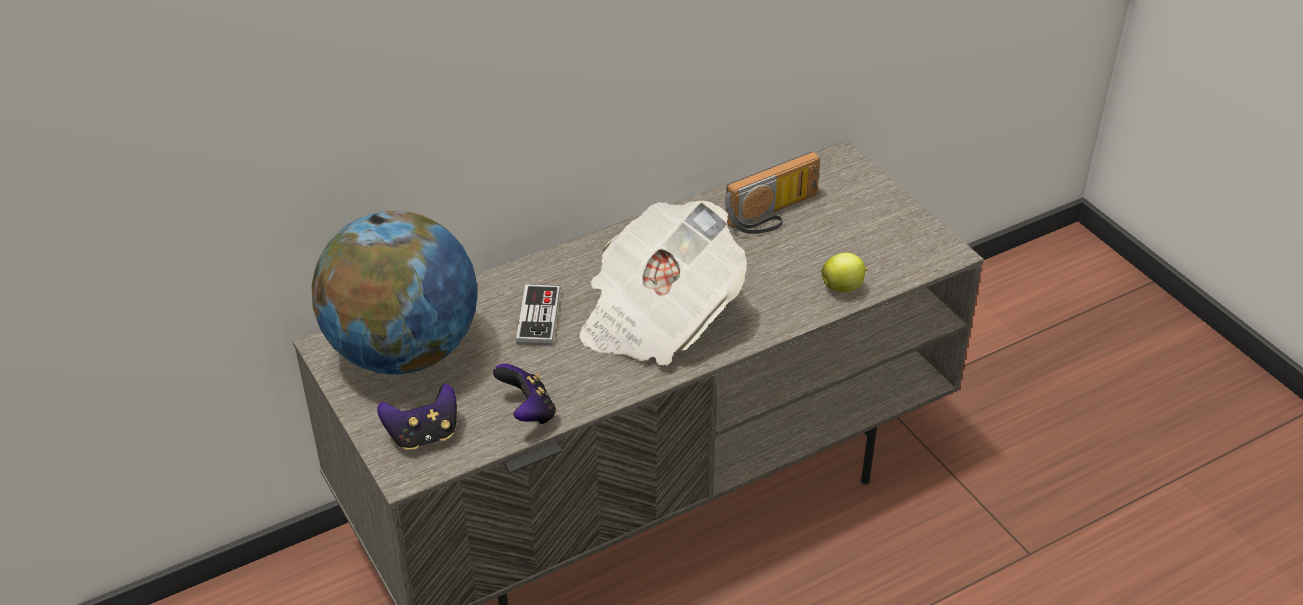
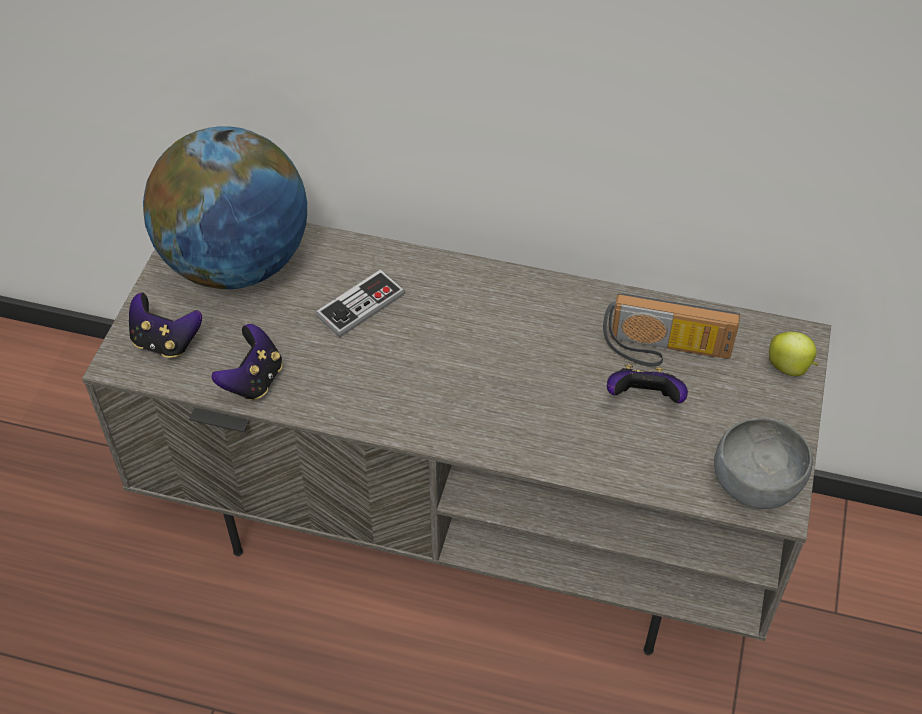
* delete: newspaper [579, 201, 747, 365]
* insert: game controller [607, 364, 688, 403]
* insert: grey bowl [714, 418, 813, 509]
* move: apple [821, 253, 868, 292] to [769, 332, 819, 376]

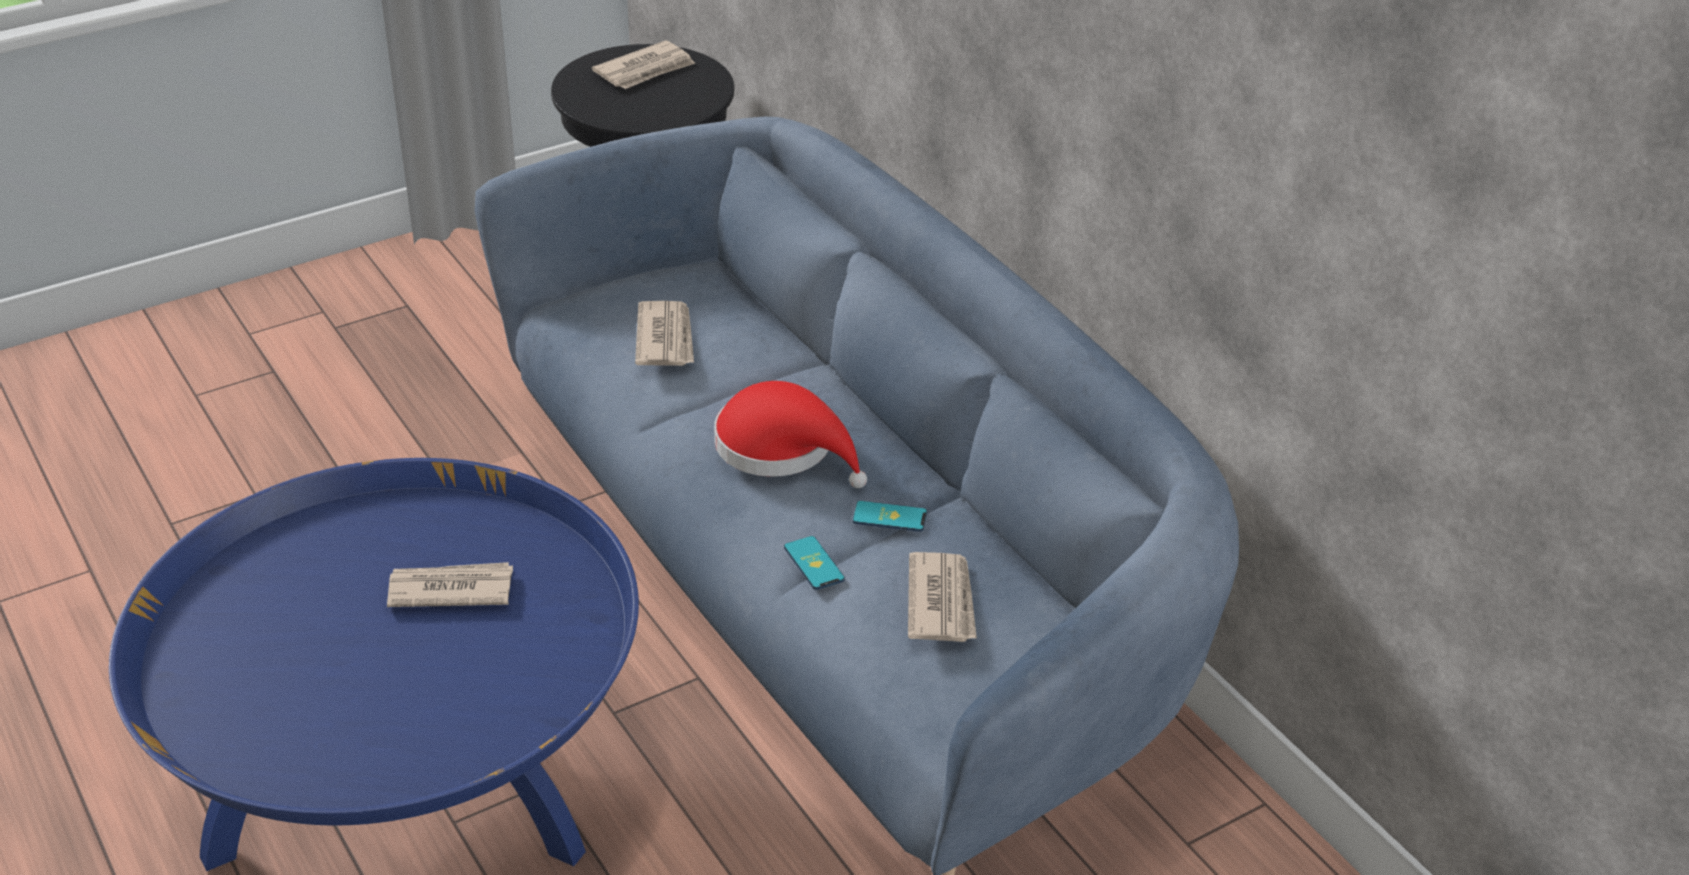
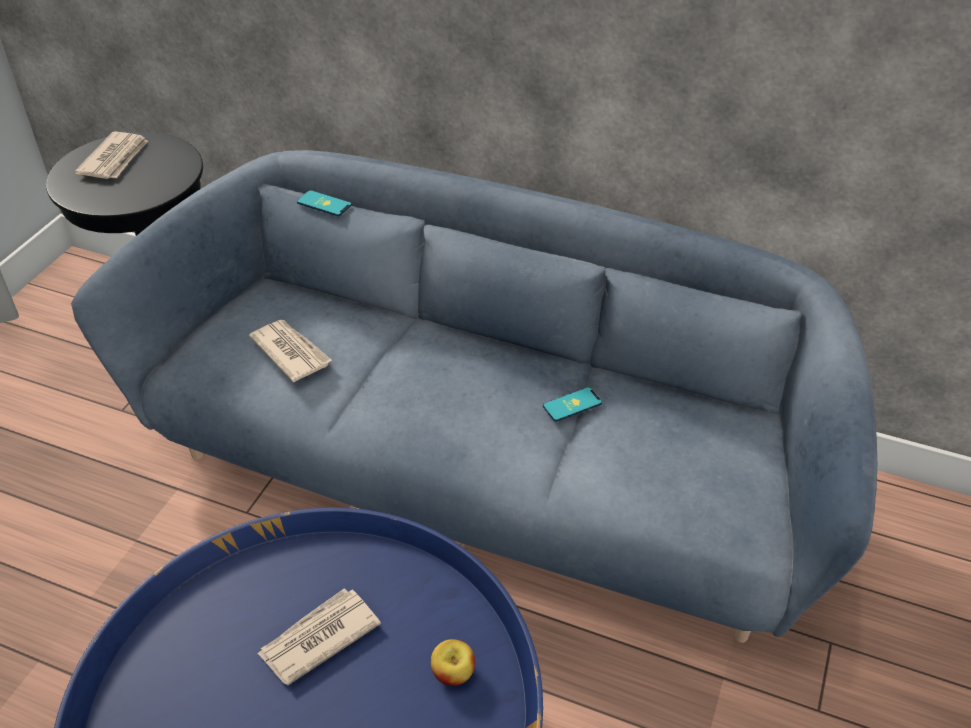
* delete: red hat [714, 381, 867, 488]
* delete: newspaper [908, 552, 977, 642]
* insert: apple [431, 639, 475, 686]
* move: phone [784, 536, 845, 590] to [297, 190, 351, 216]

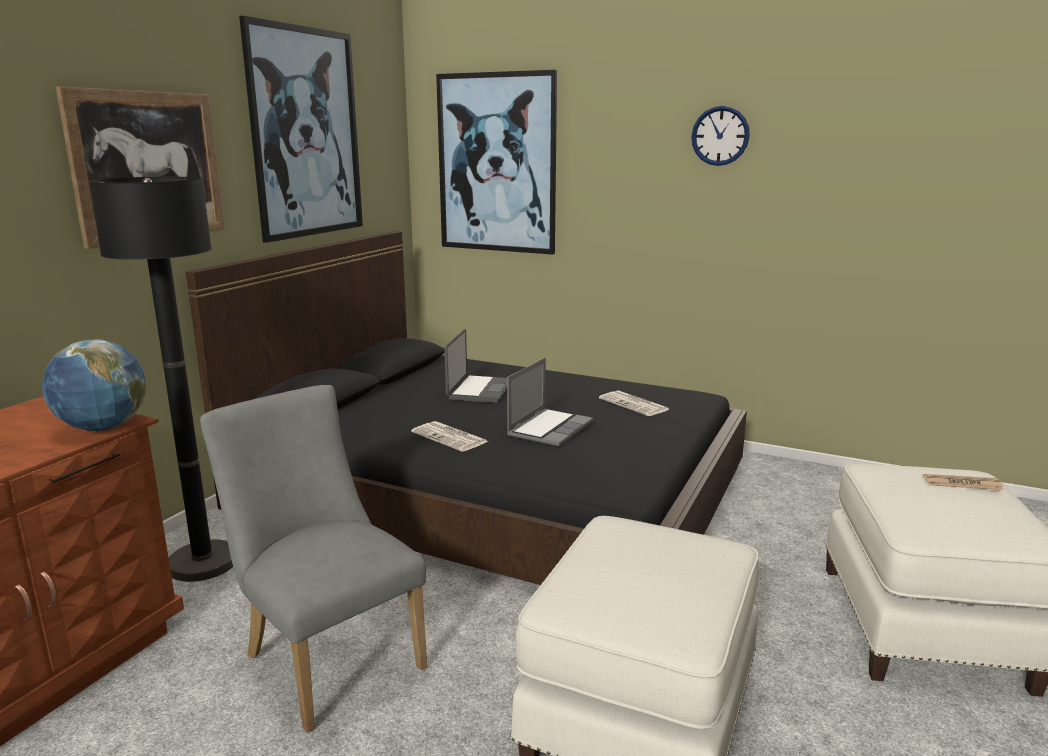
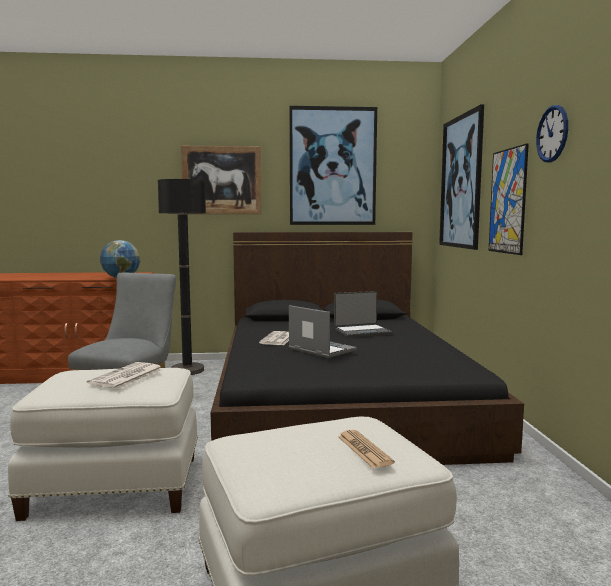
* insert: picture [489, 143, 529, 255]
* move: newspaper [599, 390, 670, 416] to [87, 362, 163, 389]
* rotate: laptop [507, 358, 593, 447] = [289, 305, 357, 358] 135 degrees counterclockwise

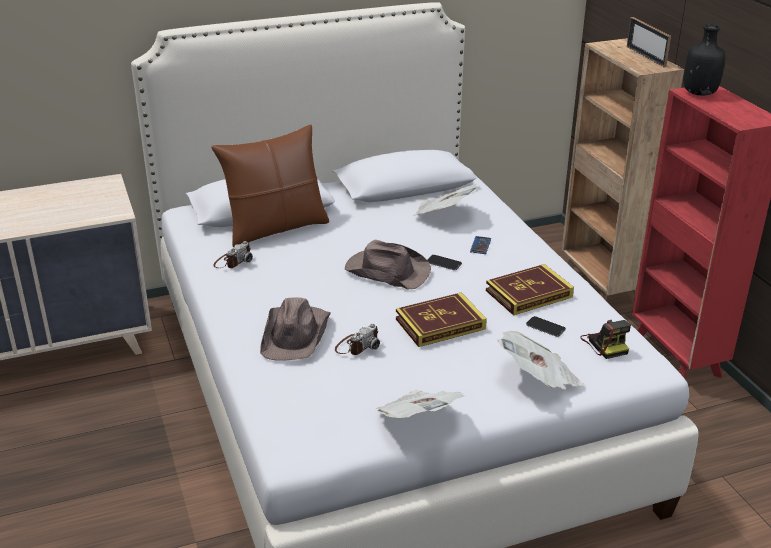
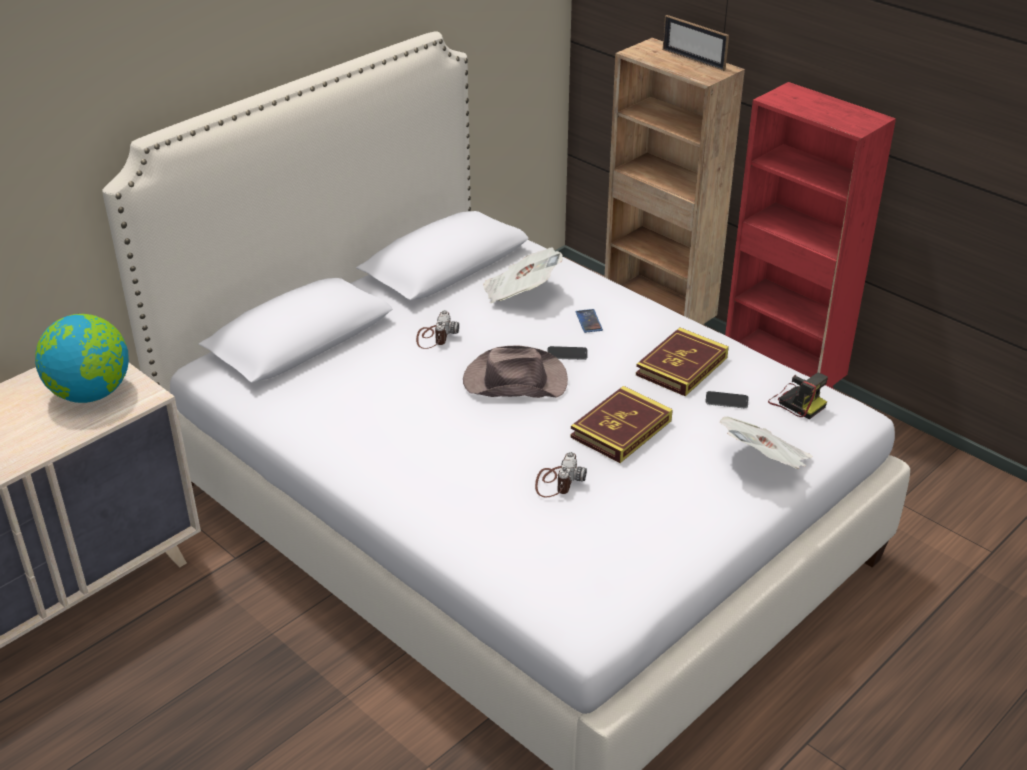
* delete: brown pillow [211, 124, 329, 248]
* delete: brown hat [260, 297, 331, 361]
* delete: newspaper [375, 390, 465, 418]
* delete: black bottle [684, 24, 725, 96]
* insert: globe [35, 314, 129, 403]
* move: photo camera [213, 241, 253, 268] to [416, 310, 459, 349]

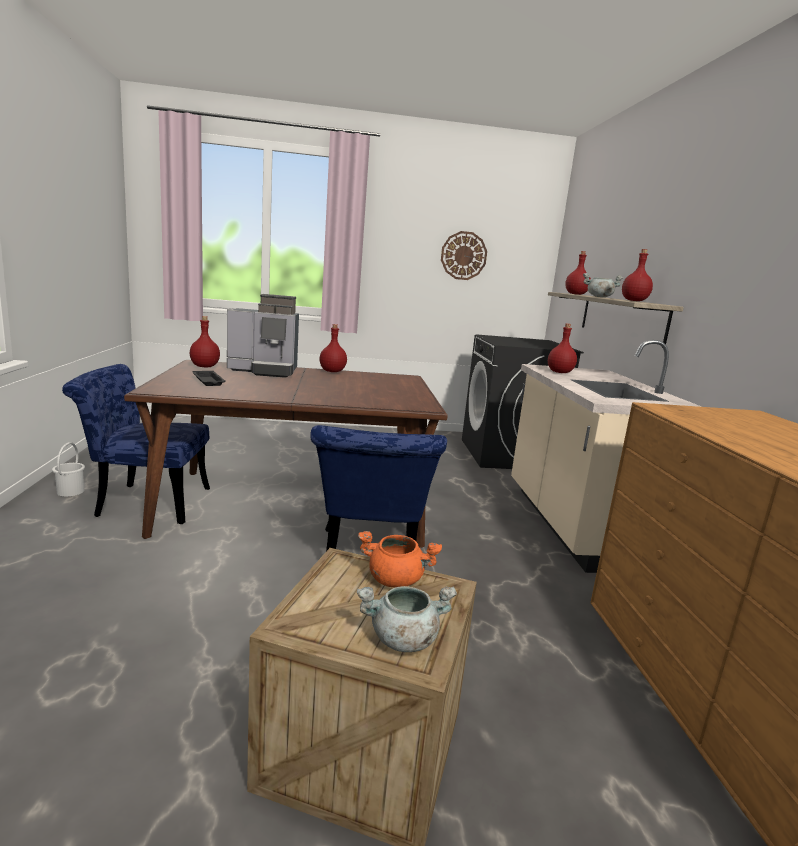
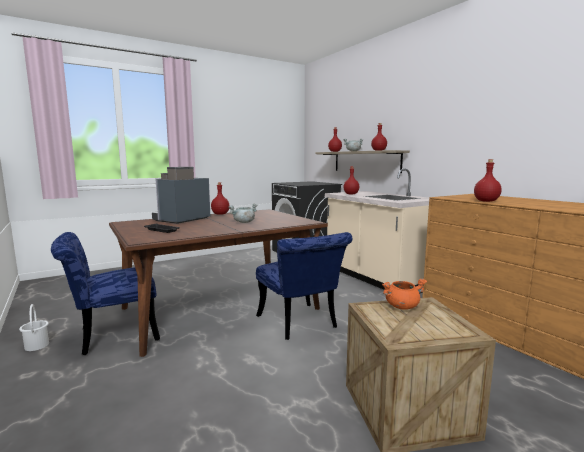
* delete: wall clock [441, 231, 487, 280]
* move: red bottle [190, 316, 220, 367] to [474, 159, 502, 202]
* move: grey cooking pot [357, 586, 457, 652] to [229, 204, 257, 223]
* rotate: coffee machine [227, 294, 299, 378] = [152, 167, 210, 224] 150 degrees clockwise

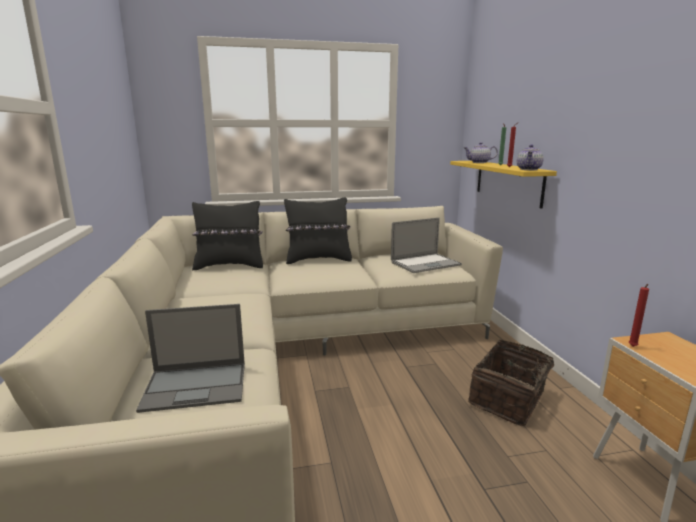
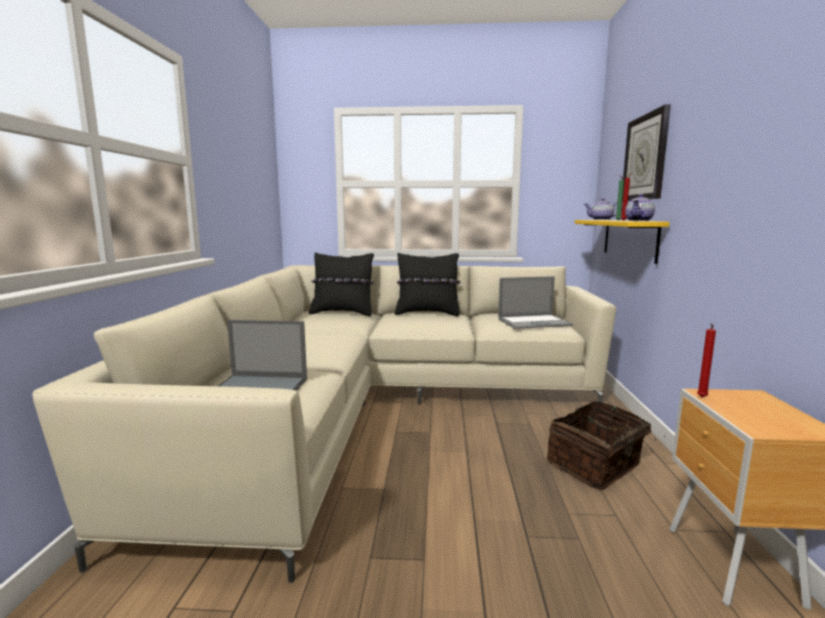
* insert: wall clock [622, 105, 671, 201]

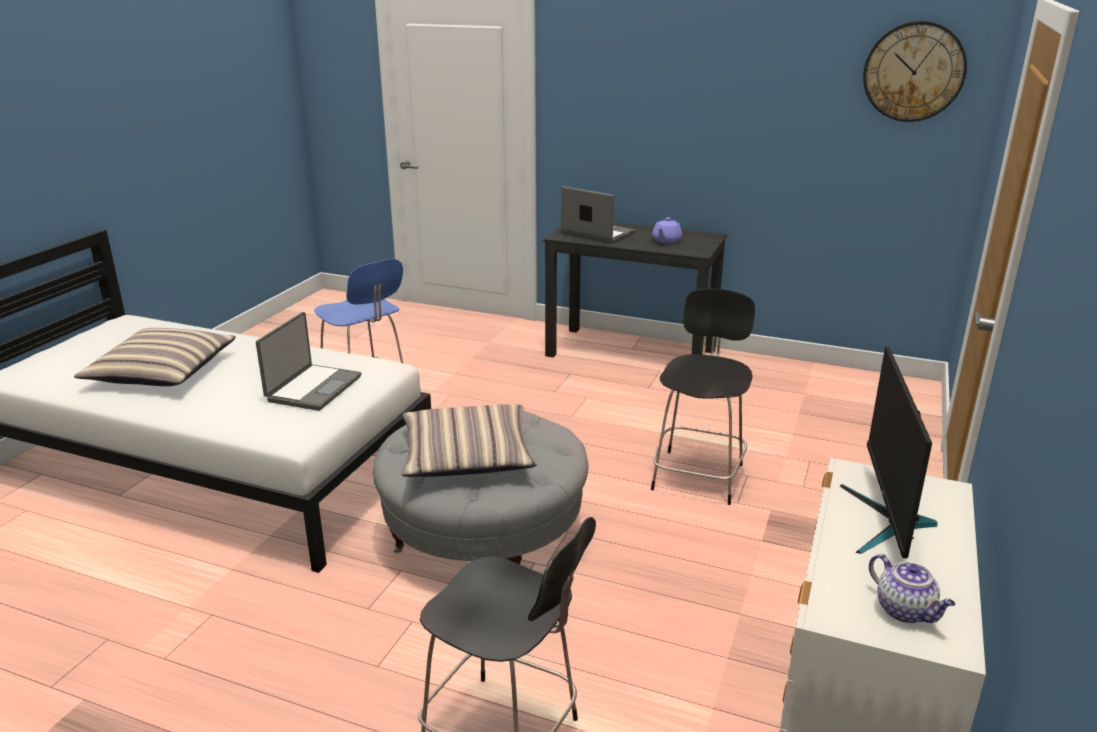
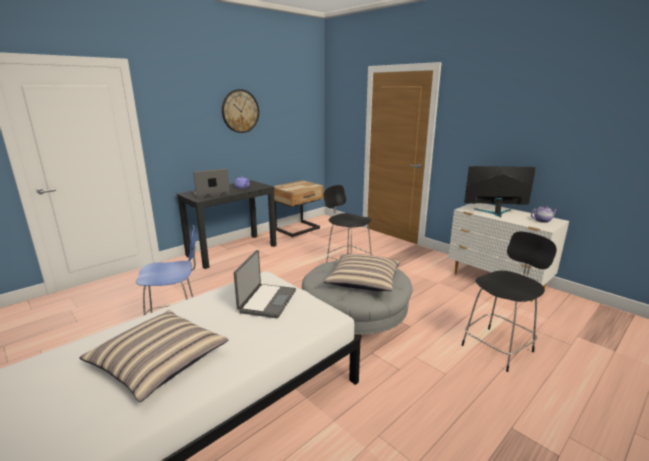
* insert: beige nightstand [273, 180, 324, 238]
* move: wall clock [863, 21, 967, 122] to [222, 89, 259, 133]
* rotate: laptop [256, 312, 362, 411] = [234, 250, 296, 318] 60 degrees clockwise
* rotate: monitor [840, 346, 937, 558] = [464, 166, 536, 217] 150 degrees clockwise

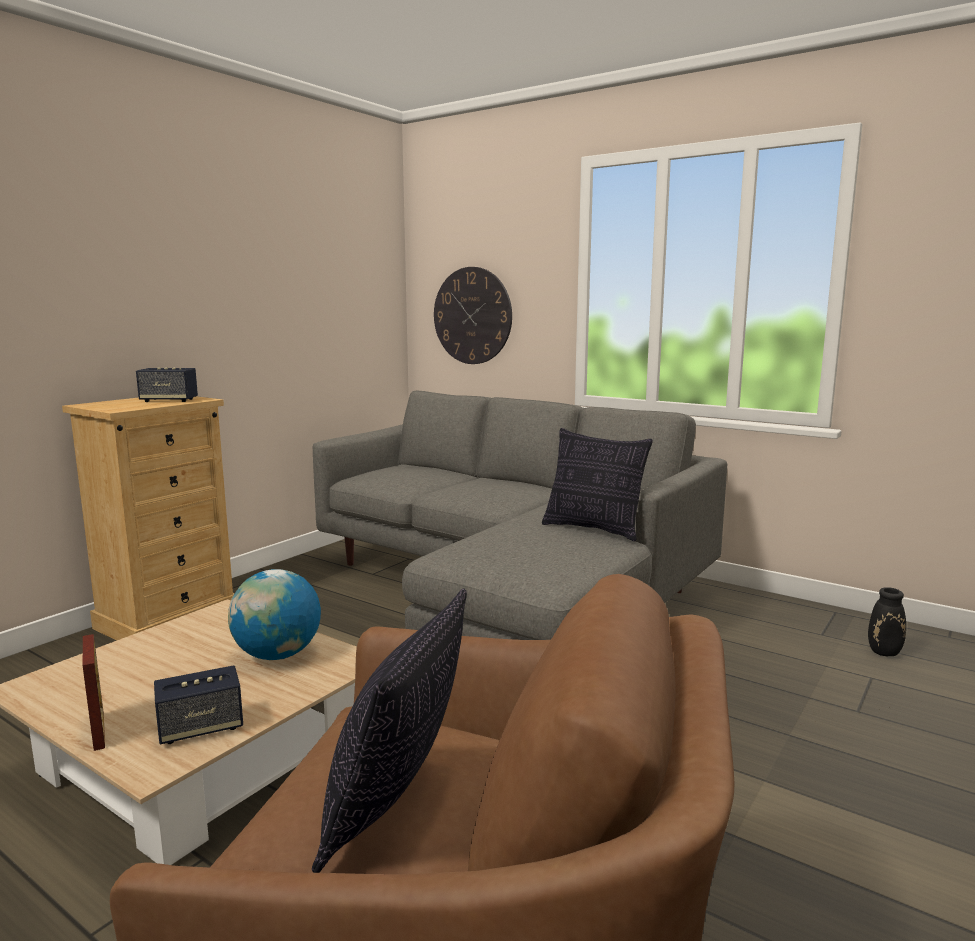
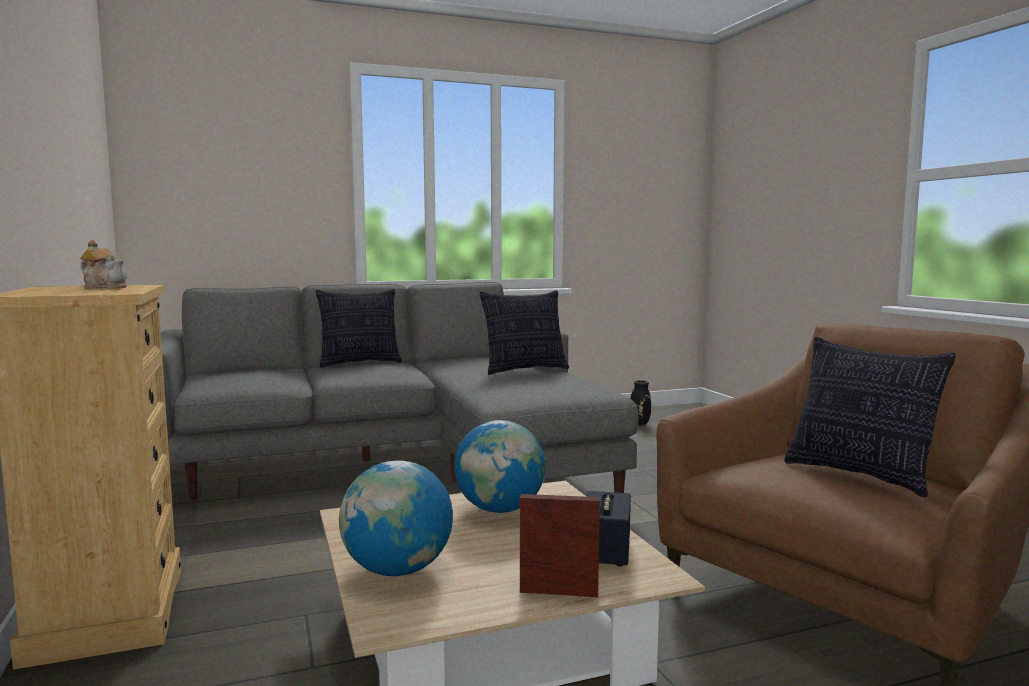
* delete: wall clock [434, 267, 512, 364]
* insert: pillow [316, 289, 402, 368]
* insert: globe [339, 460, 453, 576]
* replace: speaker [136, 367, 198, 402] to teapot [80, 240, 127, 289]

